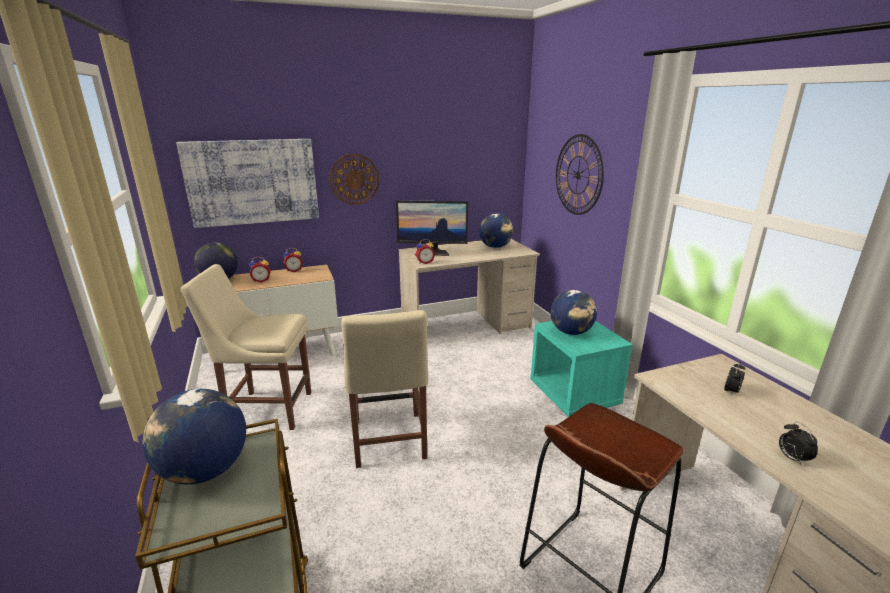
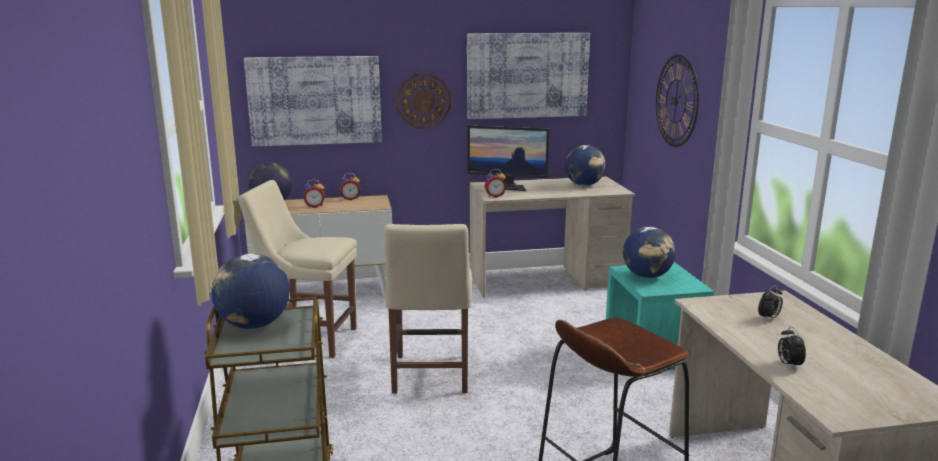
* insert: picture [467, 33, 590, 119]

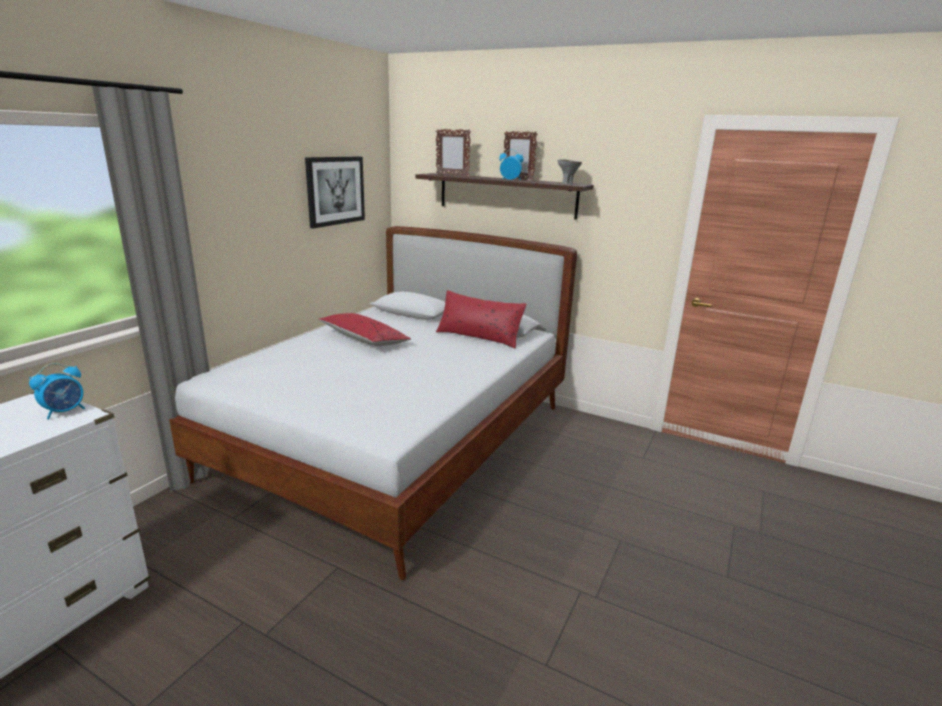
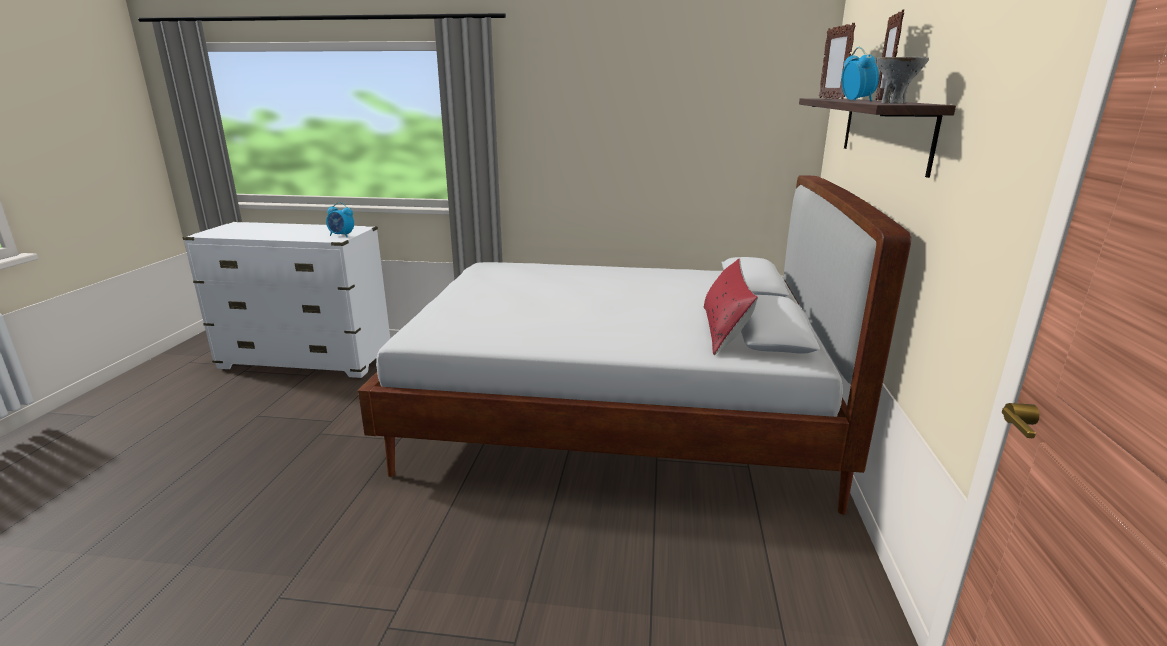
* delete: picture [305, 156, 365, 229]
* delete: red pillow [319, 313, 411, 346]

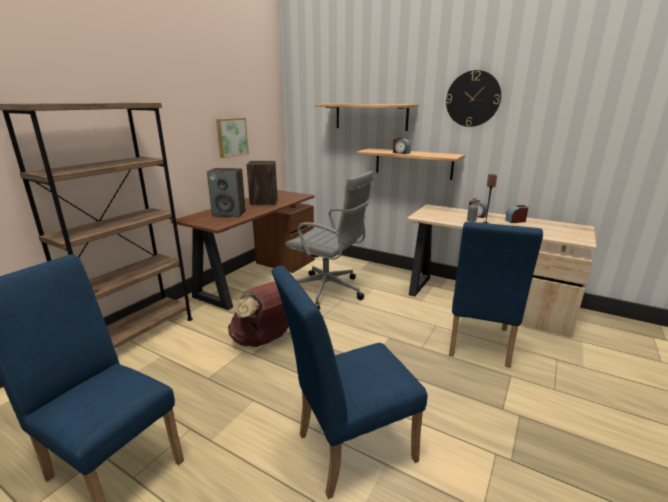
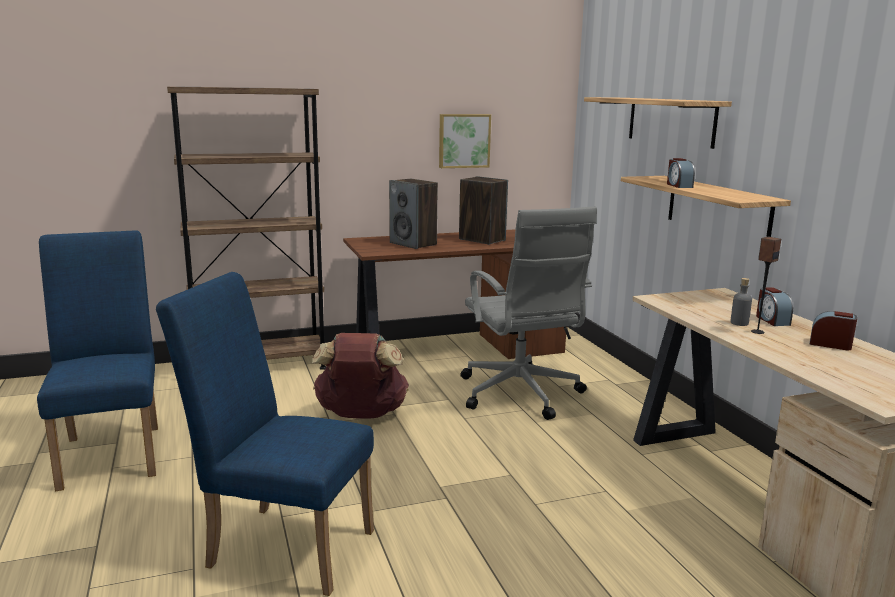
* delete: wall clock [446, 70, 501, 127]
* delete: blue chair [449, 221, 543, 368]

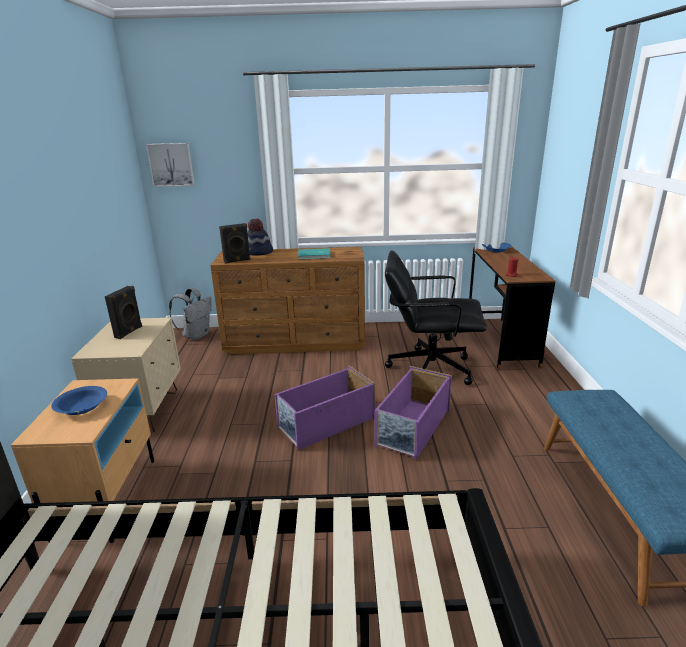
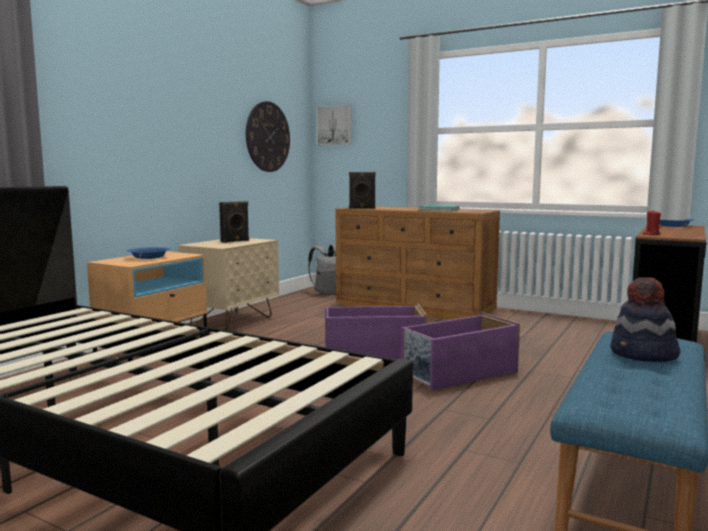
* delete: black office chair [385, 250, 487, 385]
* insert: wall clock [246, 101, 290, 172]
* move: hat [247, 219, 273, 256] to [610, 277, 680, 362]

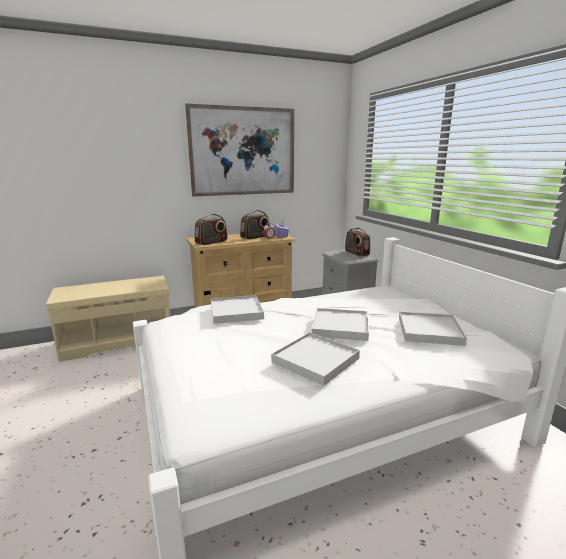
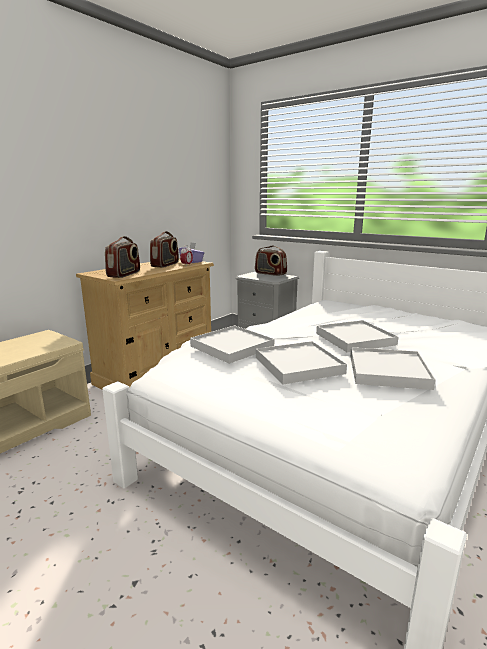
* delete: picture [185, 104, 294, 197]
* move: white tray [399, 312, 467, 346] to [256, 341, 347, 384]

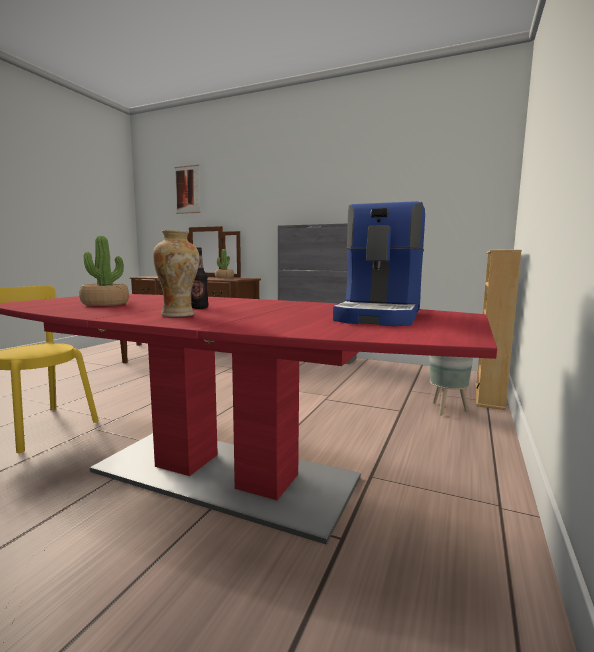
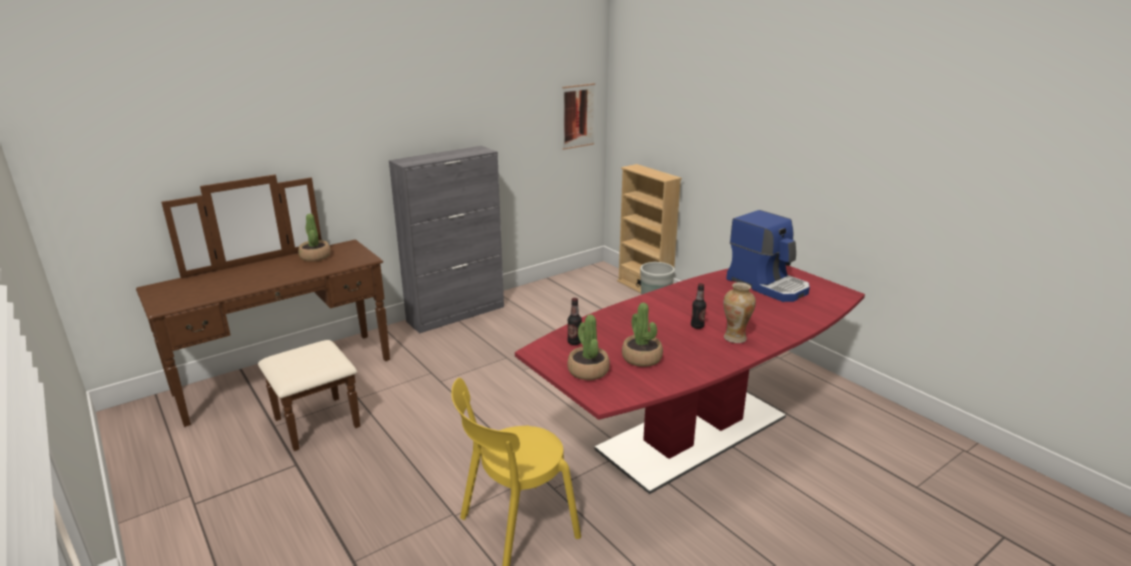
* insert: bottle [567, 298, 582, 345]
* insert: potted plant [567, 315, 610, 380]
* move: picture [174, 165, 201, 214] to [562, 83, 595, 150]

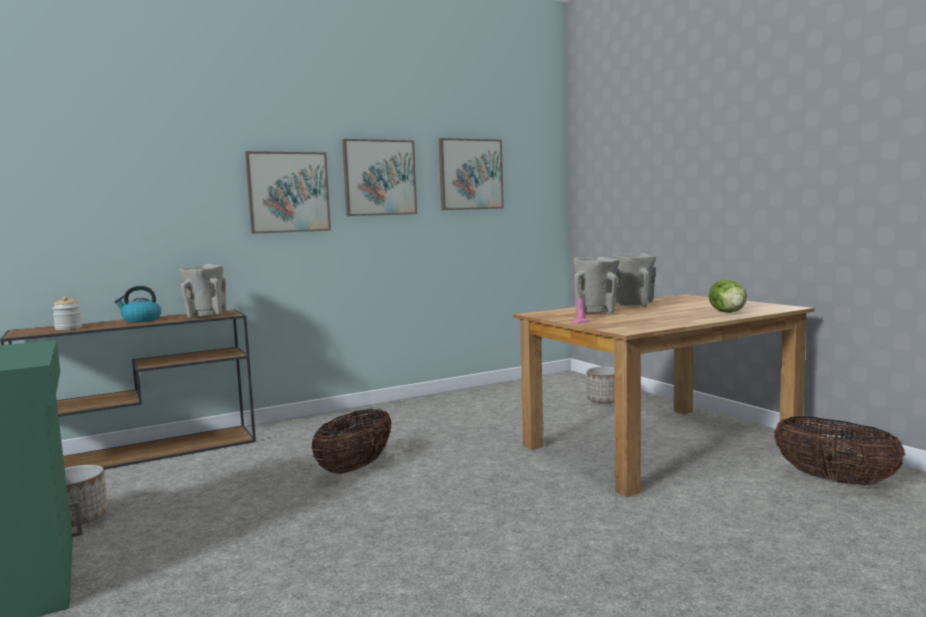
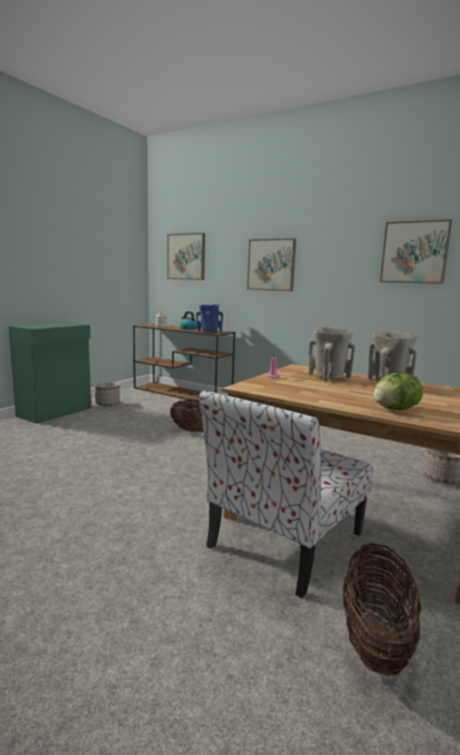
* insert: chair [199, 390, 373, 598]
* move: picture [342, 139, 417, 216] to [167, 233, 205, 280]
* recolor: beige vase [179, 264, 226, 319] to blue vase [196, 304, 223, 332]

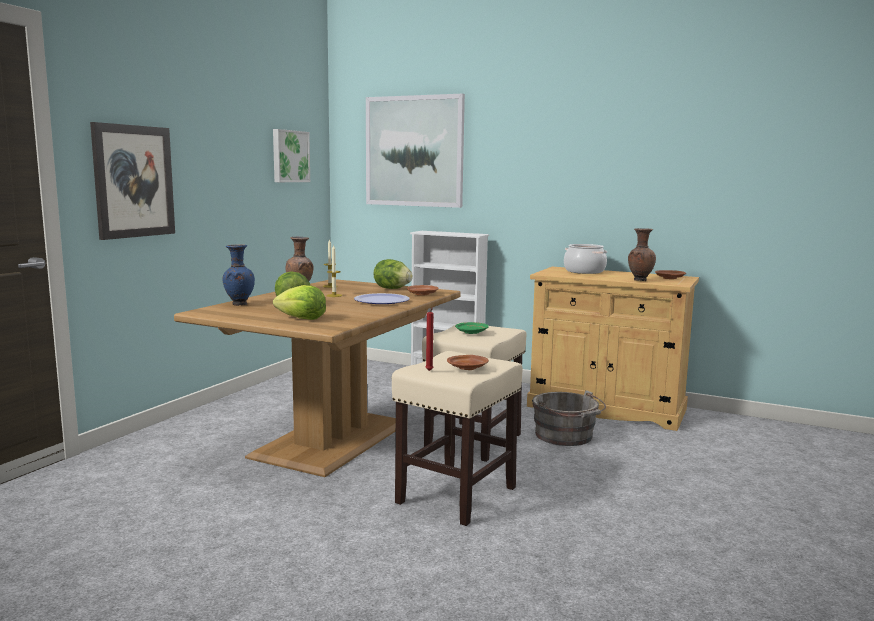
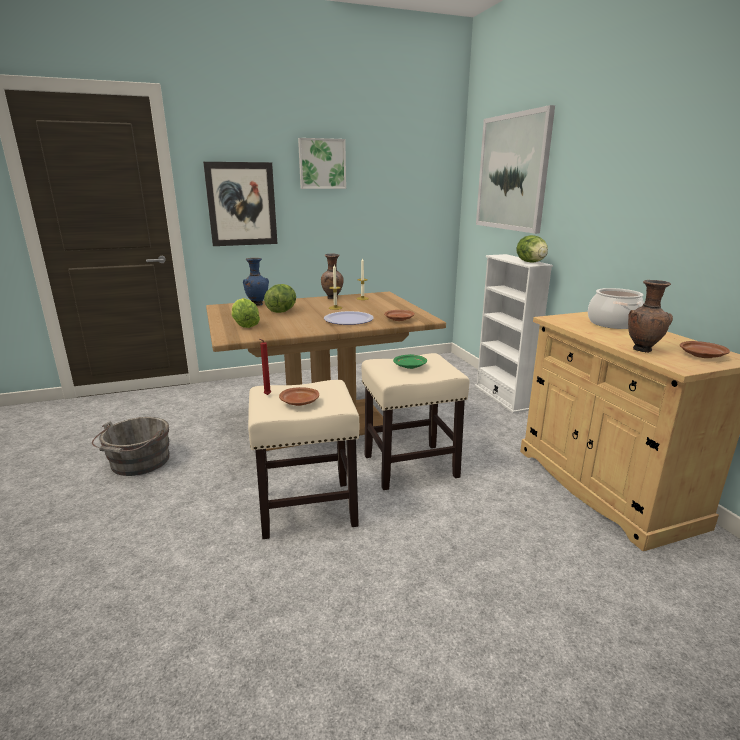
* move: picture [273, 129, 310, 182] to [298, 138, 346, 189]
* move: lettuce [373, 259, 413, 289] to [516, 235, 548, 263]
* move: grey bucket [532, 390, 606, 446] to [92, 417, 170, 476]

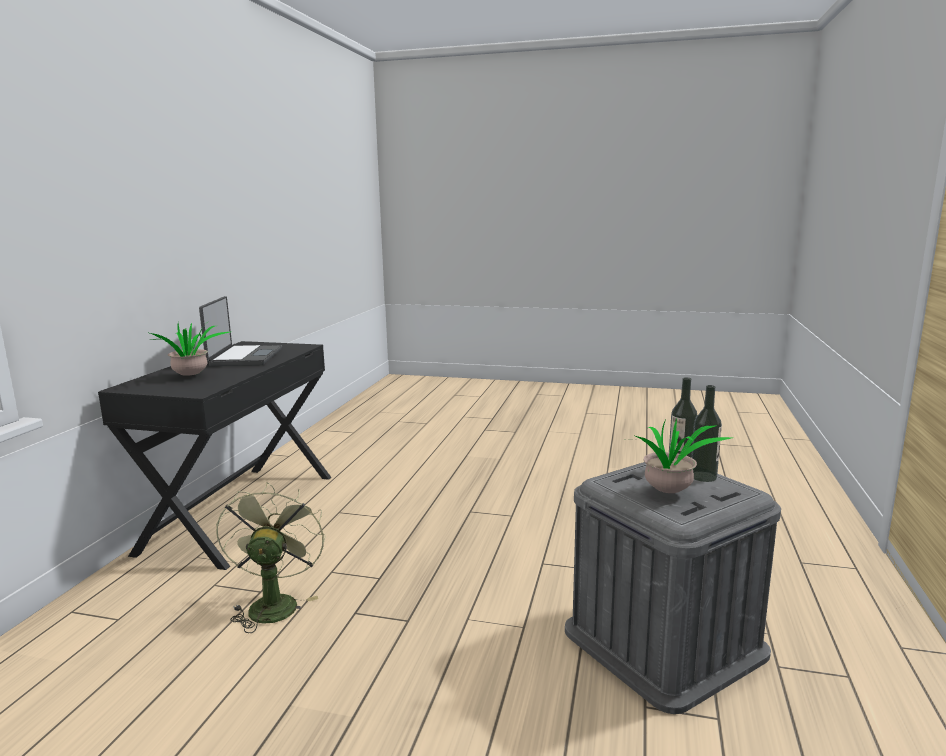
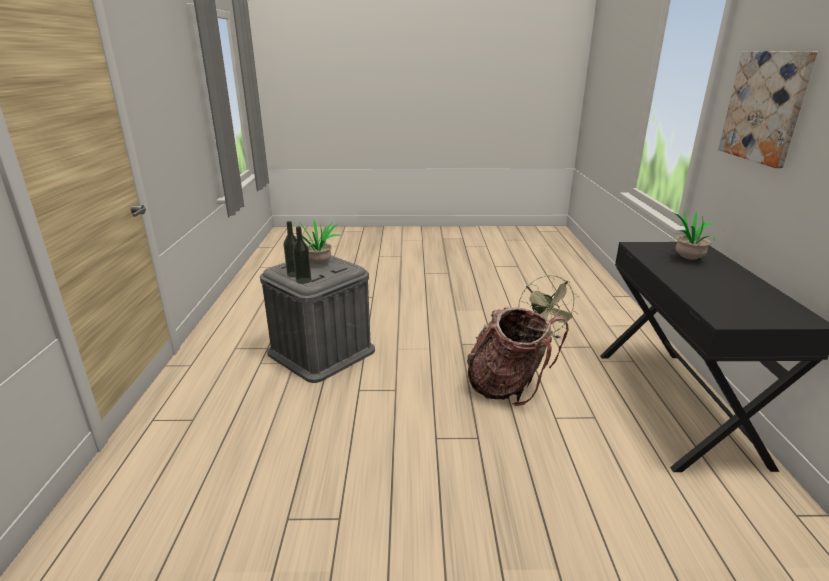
* delete: laptop [199, 296, 282, 366]
* insert: backpack [467, 306, 569, 406]
* insert: picture [718, 51, 818, 168]

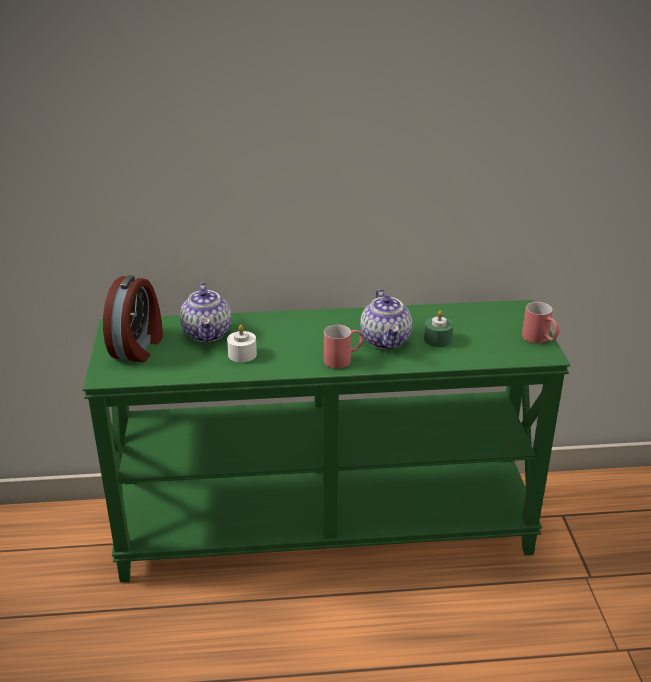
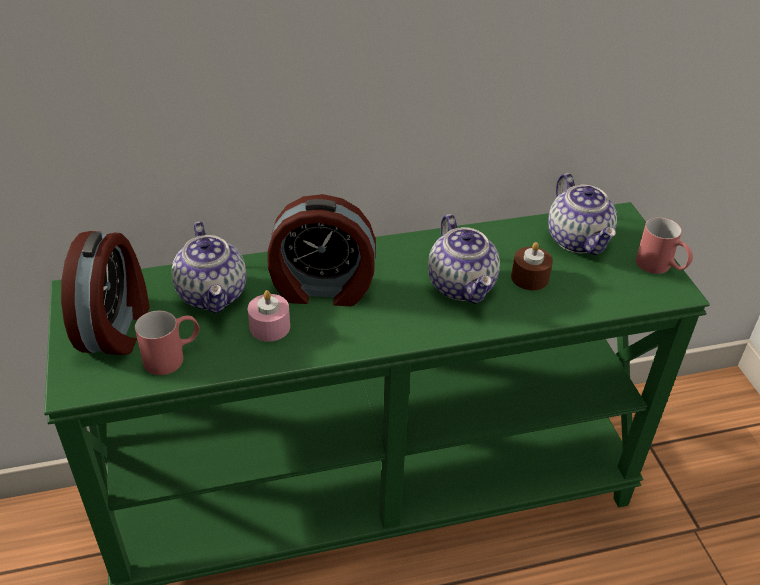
* insert: alarm clock [267, 194, 376, 306]
* insert: teapot [548, 173, 617, 256]
* move: red mug [324, 325, 364, 369] to [135, 311, 200, 375]
* recolor: white candle [227, 325, 257, 362] to pink candle [248, 290, 290, 342]
* recolor: green candle [424, 311, 453, 347] to brown candle [511, 242, 553, 290]

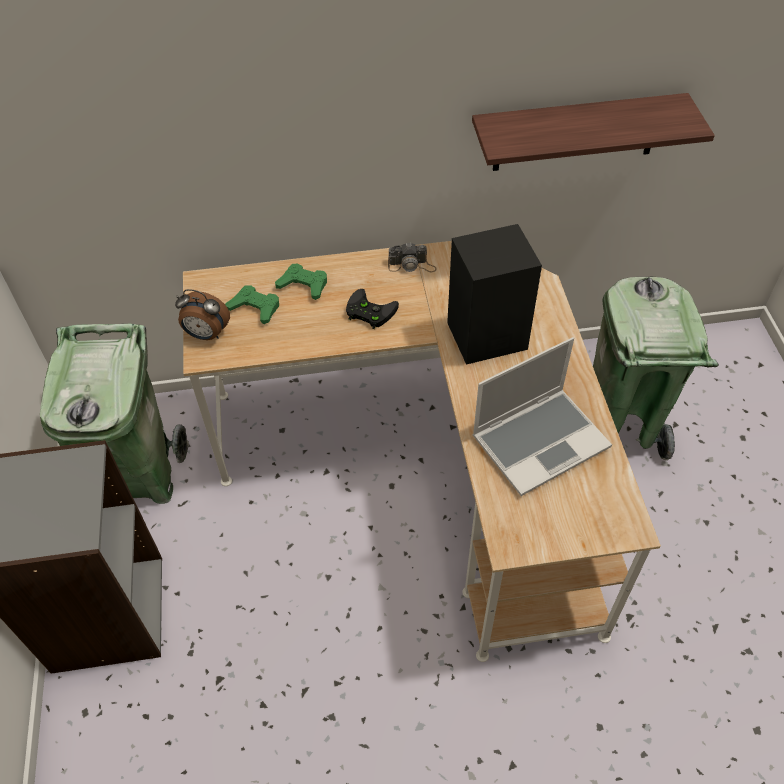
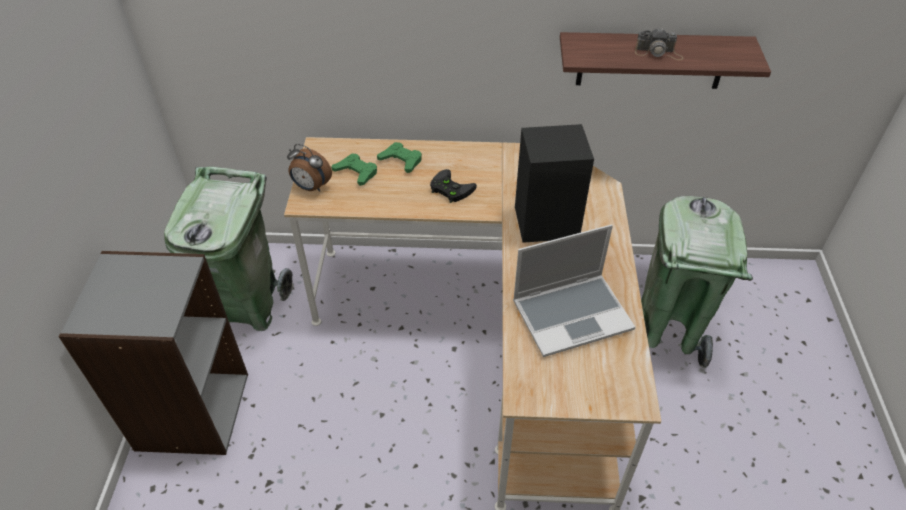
* move: photo camera [388, 242, 436, 272] to [635, 28, 683, 60]

